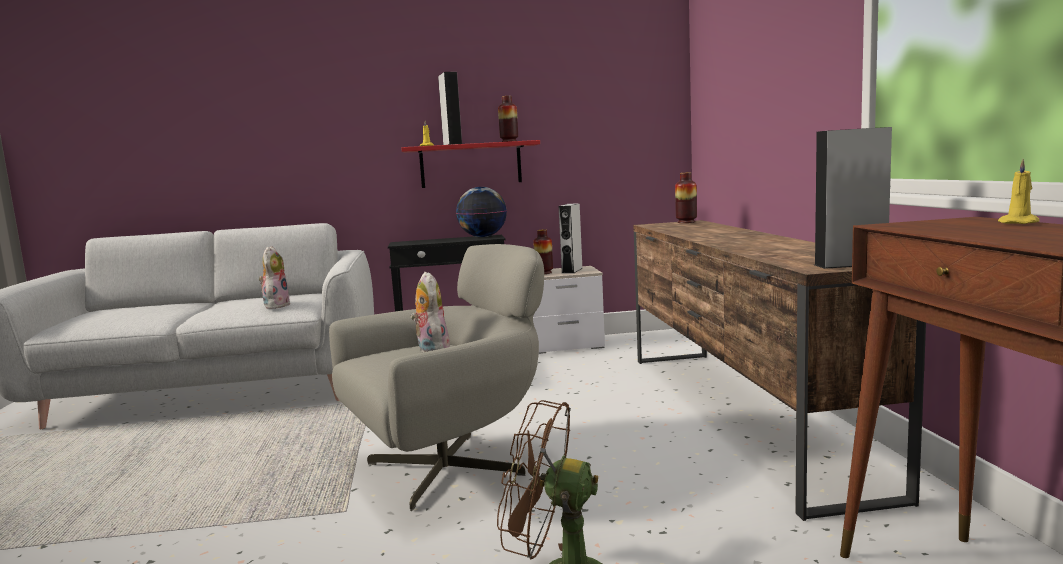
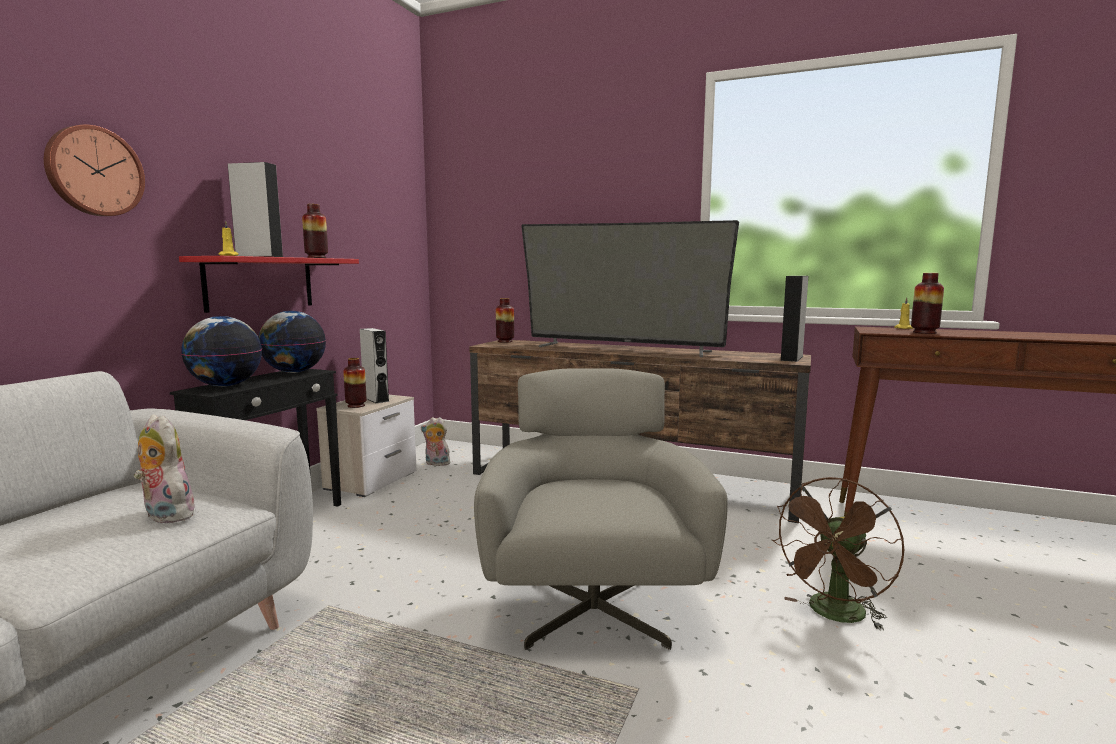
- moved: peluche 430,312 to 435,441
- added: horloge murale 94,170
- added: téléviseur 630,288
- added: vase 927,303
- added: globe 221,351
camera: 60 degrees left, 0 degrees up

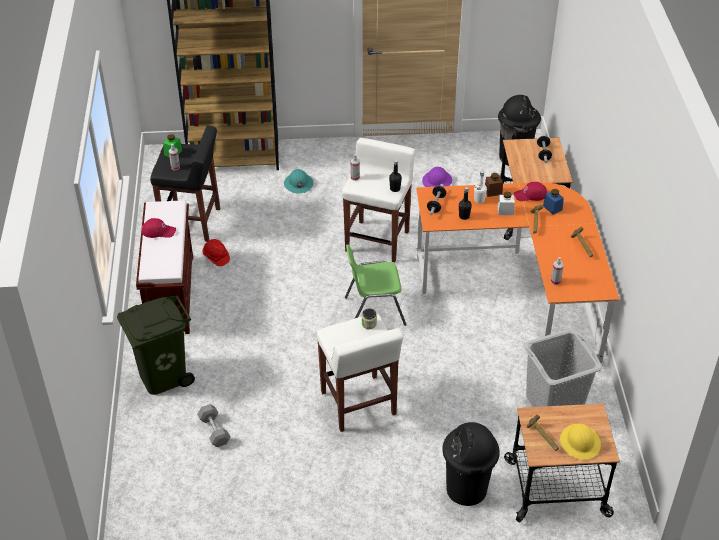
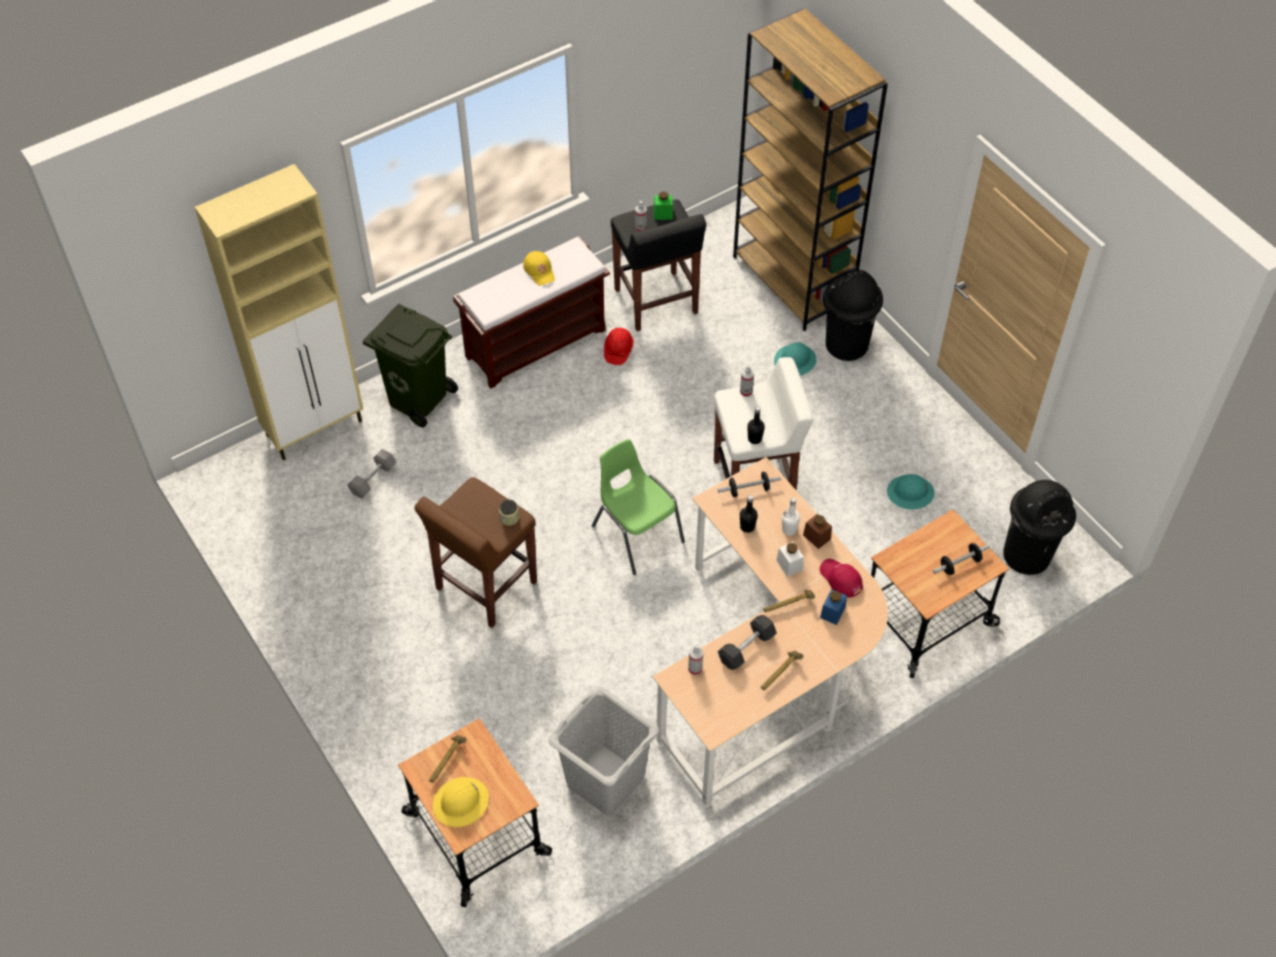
- recoloured: casque de chantier (violet) 437,177 to casque de chantier (turquoise) 911,491
- recoloured: bureau (orange) 518,273 to bureau (beige) 770,632
- recoloured: casquette (rouge) 159,228 to casquette (jaune) 539,268
- recoloured: tabouret (blanc) 360,372 to tabouret (marron) 475,552
- moved: poubelle (noir) 470,464 to 853,315
- added: meuble de rangement (beige) 279,312
- added: haltère (gris) 747,642
camera: 60 degrees right, 10 degrees up

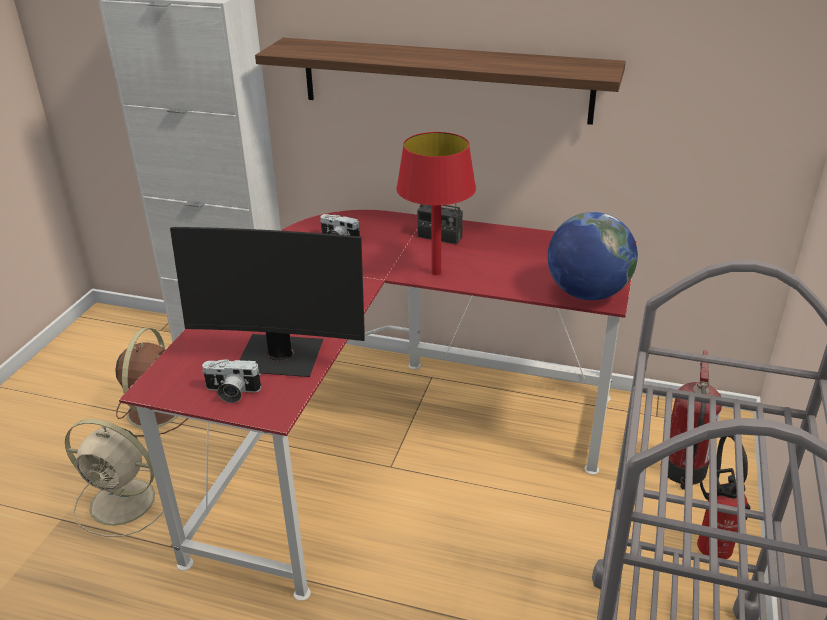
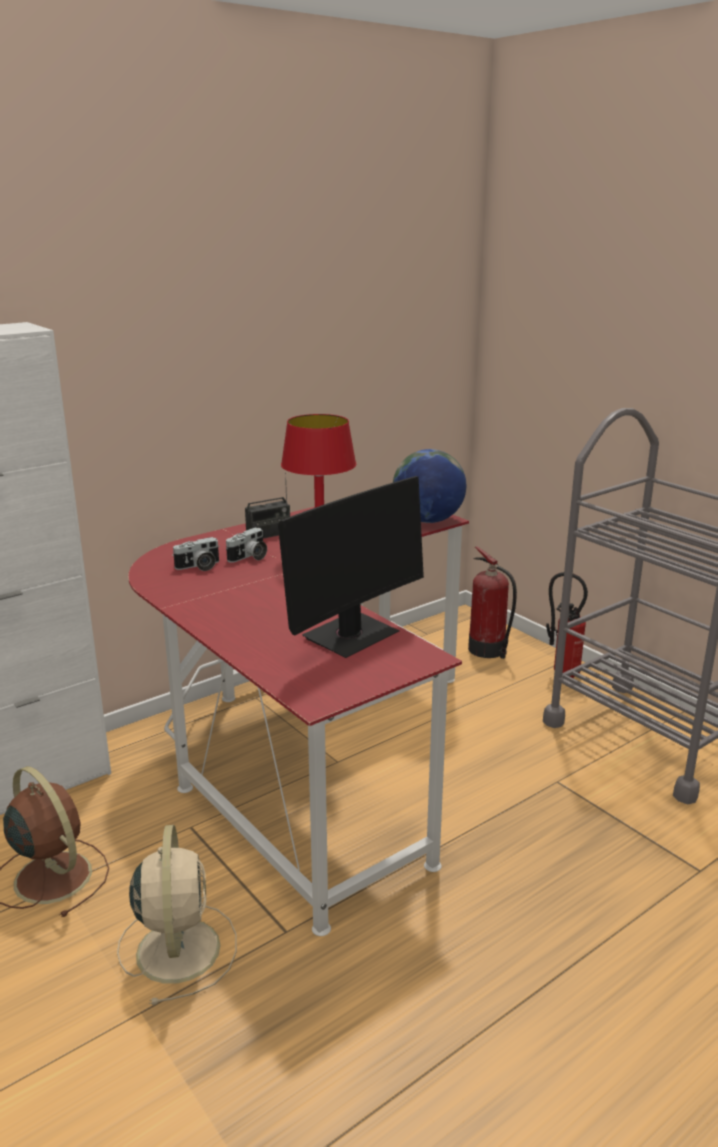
- removed: étagère 440,81
- moved: appareil photo 231,381 to 246,545
- turned: ventilateur (beige) 114,478 = 177,915 60 degrees counterclockwise
camera: 55 degrees left, 10 degrees down

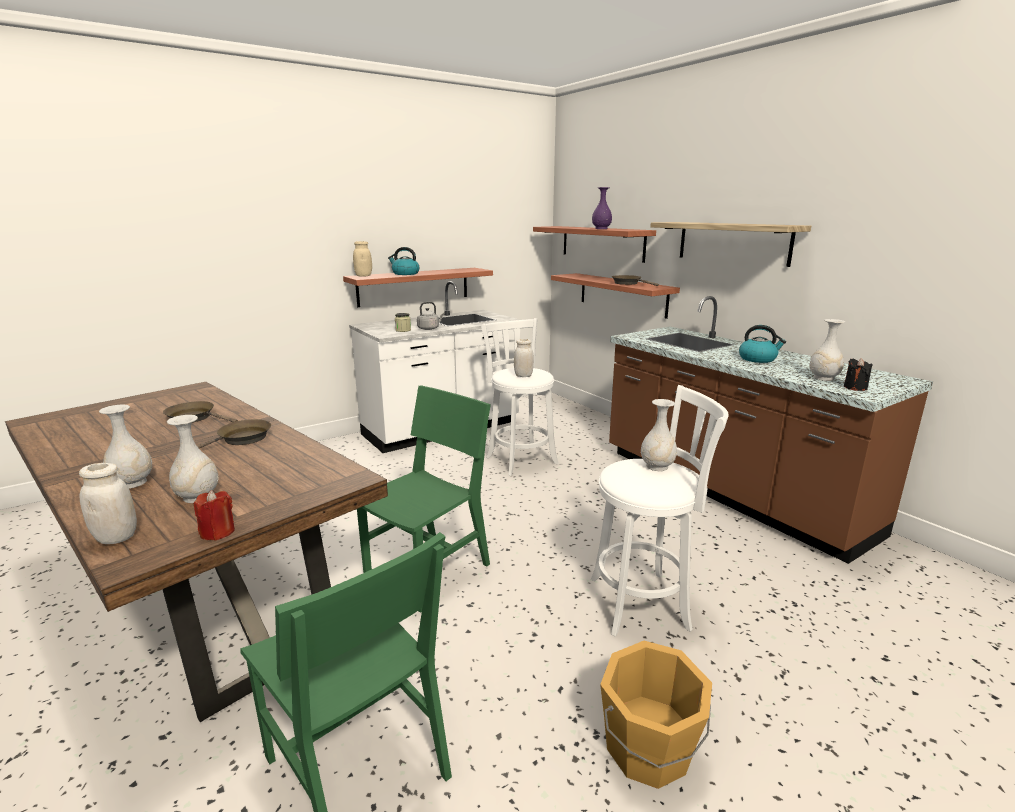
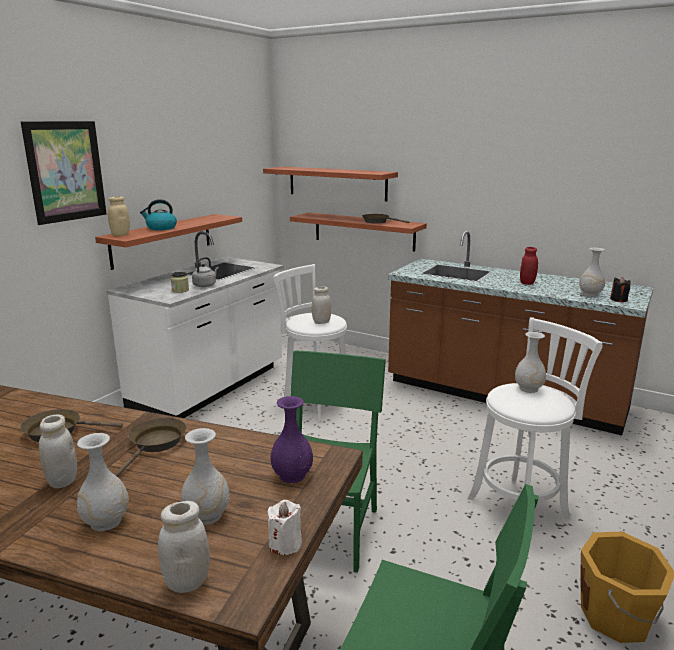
- moved: vase (violet) 602,208 to 292,439
- removed: étagère 730,244
- replaced: bouilloire 762,344 to bocal (rouge) 529,266
- recoloured: bougie (rouge) 214,515 to bougie (blanc) 284,527
- added: tableau 64,173
- added: bocal (blanc) 58,451
camera: 25 degrees left, 0 degrees up

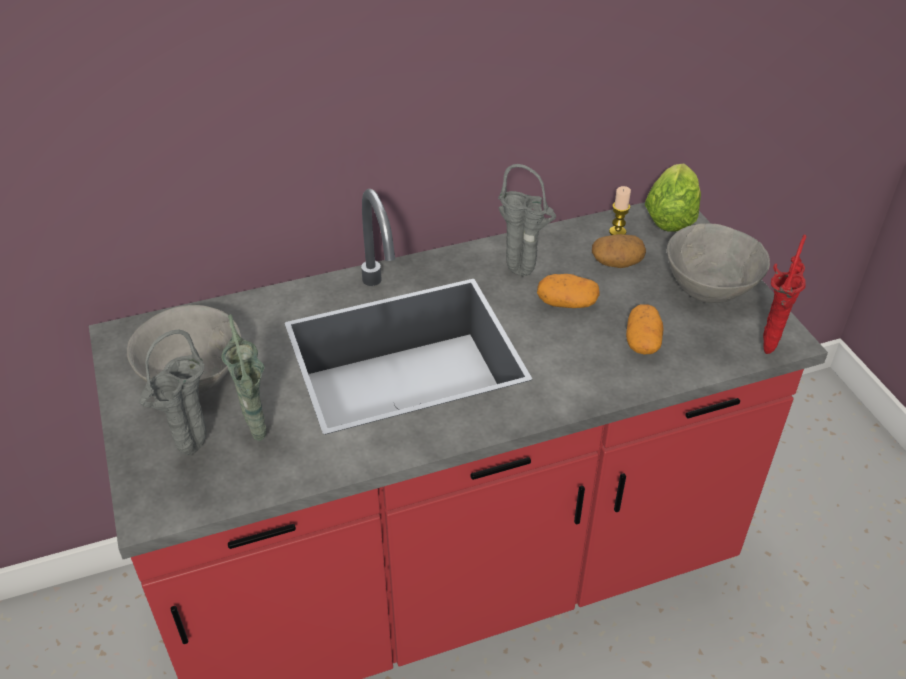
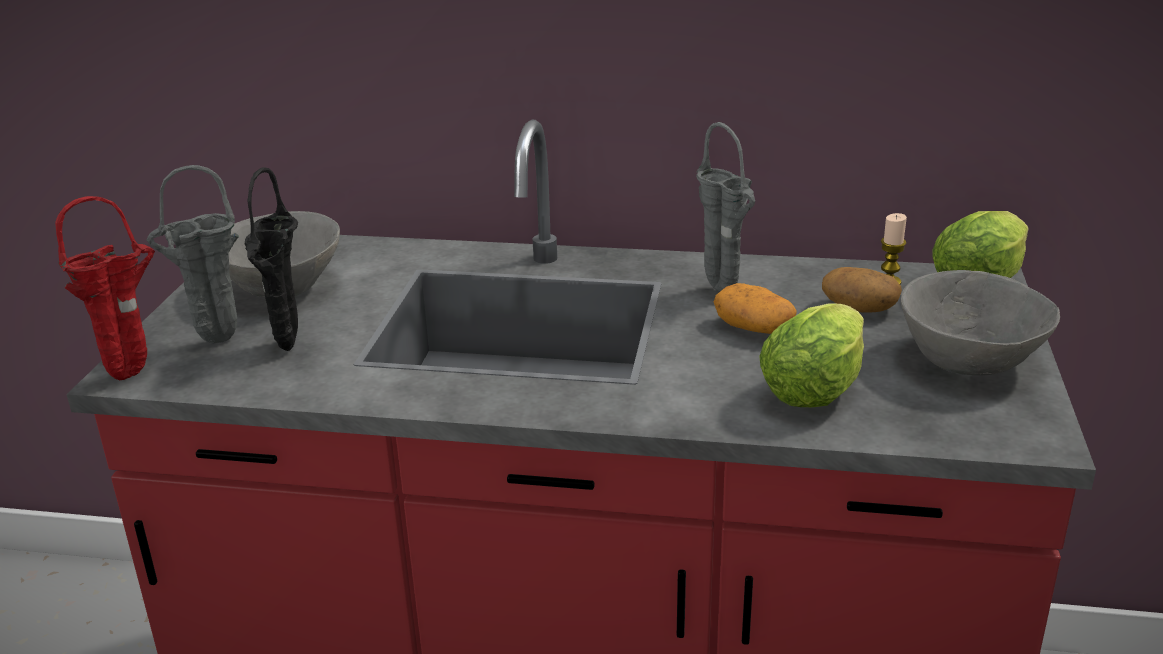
- moved: vase (rouge) 784,294 to 105,288
- replaced: pomme de terre 644,329 to laitue 811,355
- recoloured: vase (vert) 243,377 to vase (noir) 271,259
camera: 30 degrees right, 15 degrees down

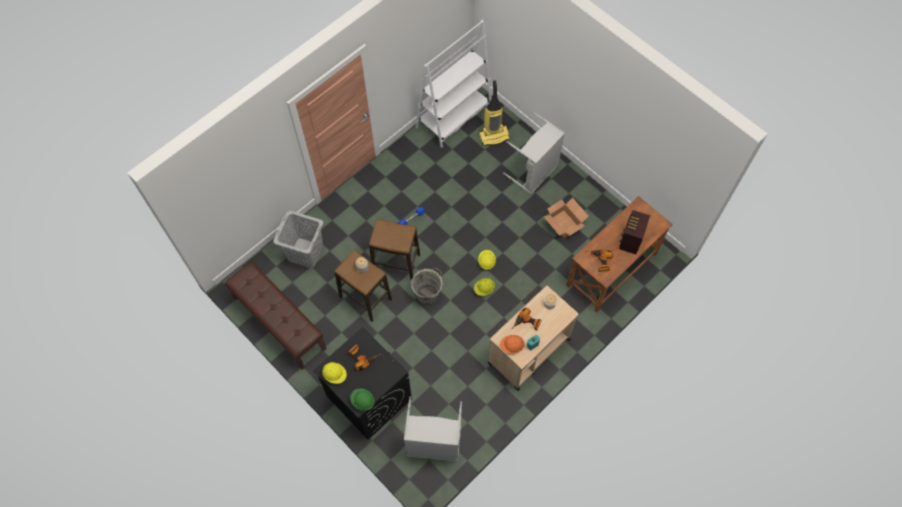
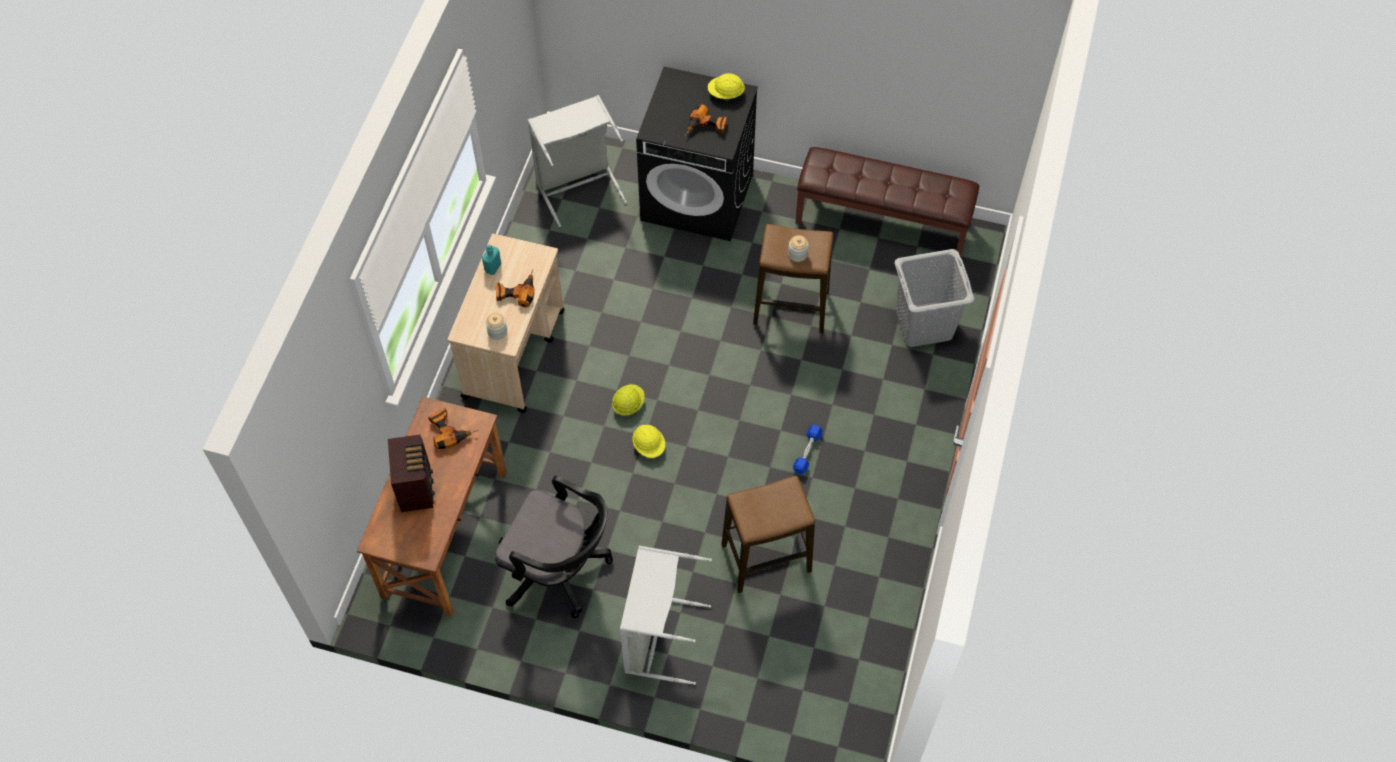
- removed: bibliothèque (blanc) 454,84
- removed: aspirateur 494,113
- replaced: carton 566,218 to chaise de bureau (noir) 554,547
- moved: tabouret 394,249 to 768,534
- removed: seau (gris) 427,286
- removed: casque de chantier (orange) 512,344
- removed: casque de chantier (vert) 362,399
camera: 150 degrees right, 5 degrees down

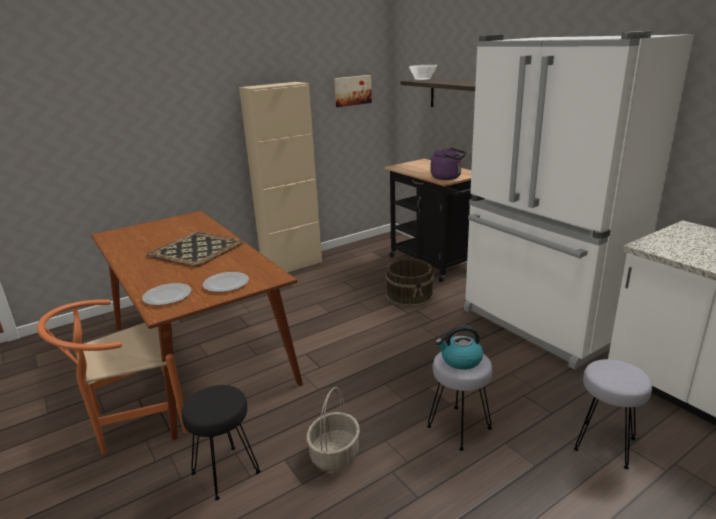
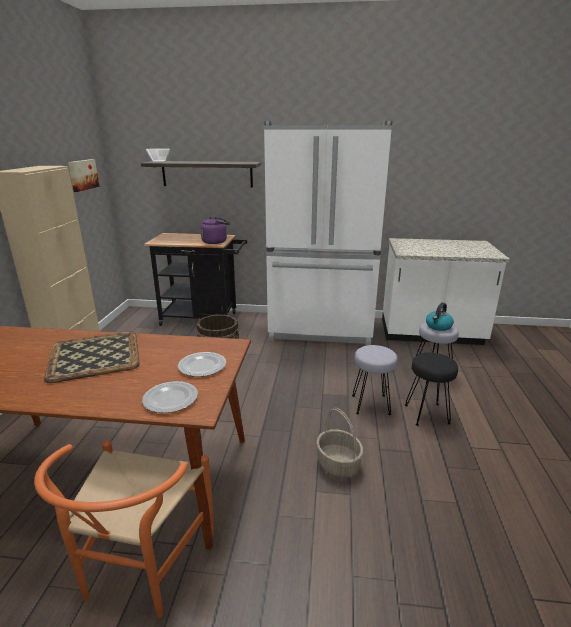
- moved: bouilloire 459,348 to 440,317
- moved: tabouret (noir) 221,442 to 431,389
camera: 50 degrees left, 0 degrees up

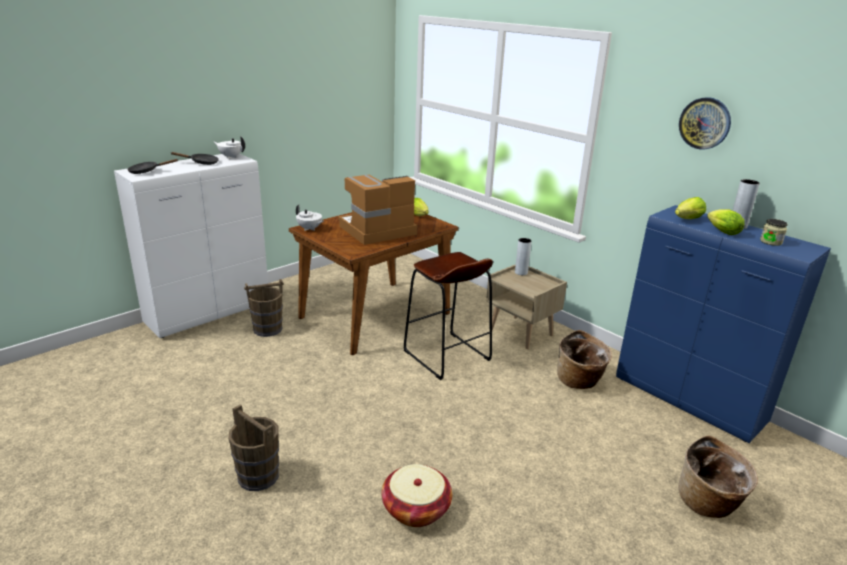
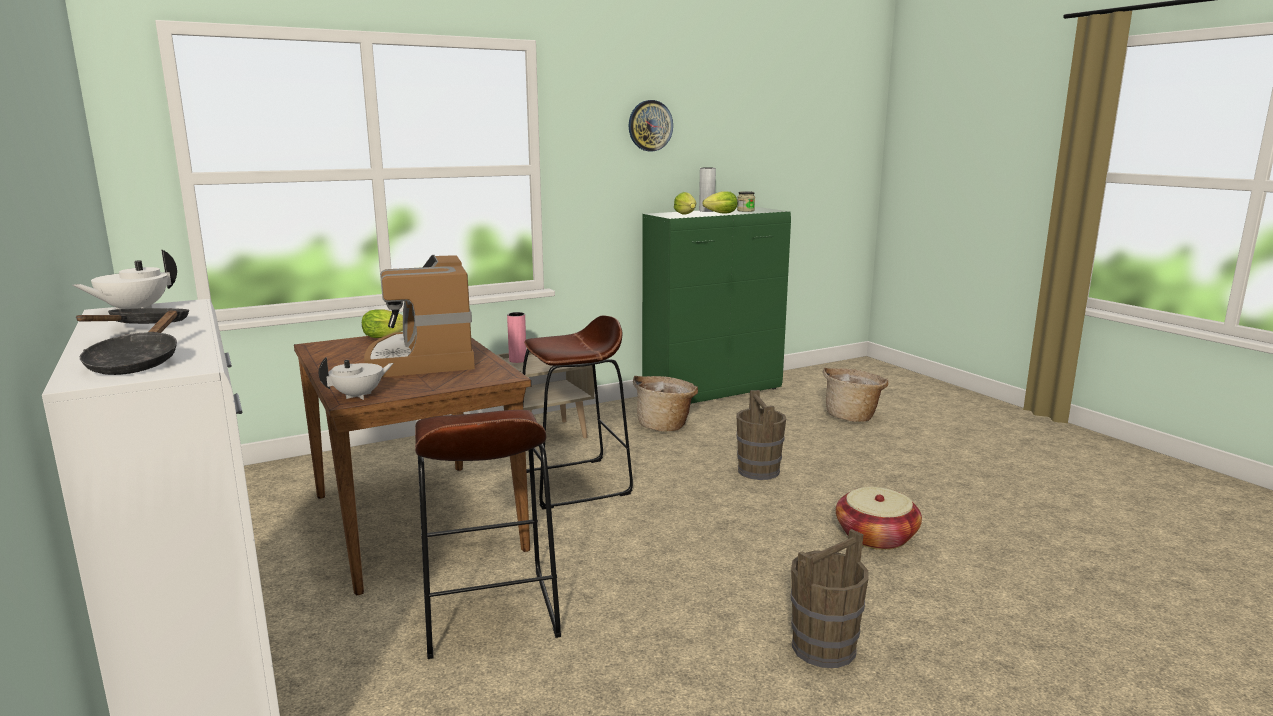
- recoloured: meuble de rangement (bleu) 723,324 to meuble de rangement (vert) 716,305
- recoloured: vase (gris) 523,256 to vase (rose) 517,337
- moved: seau (marron) 264,308 to 761,435
- added: tabouret (marron) 488,534
camera: 75 degrees left, 10 degrees down

